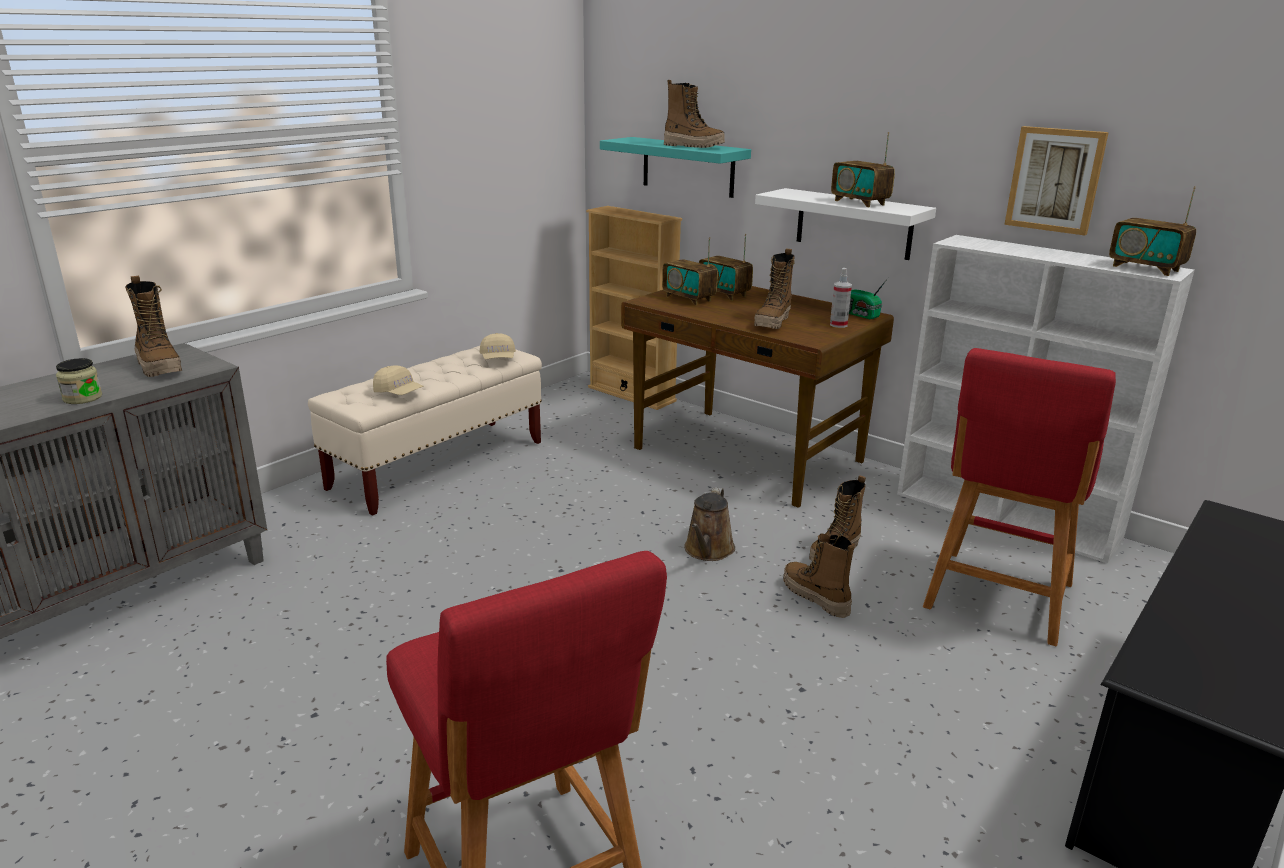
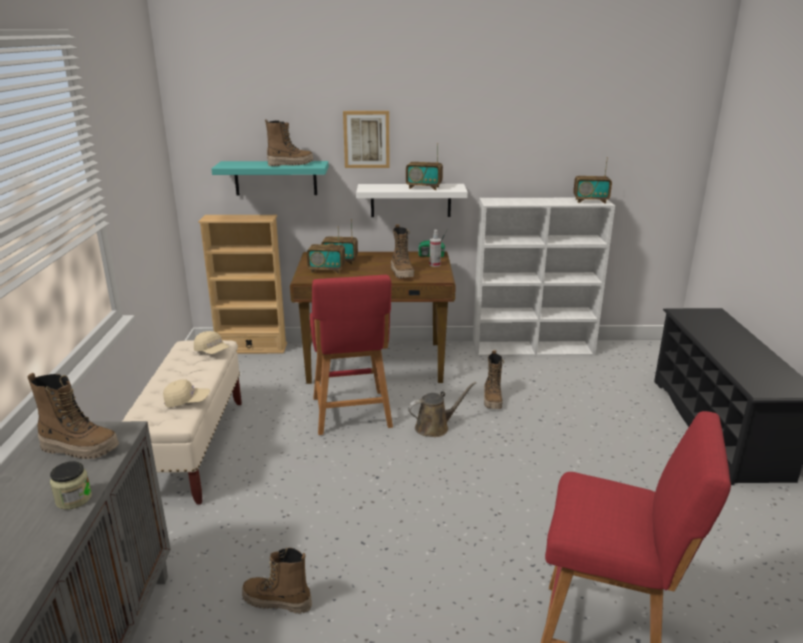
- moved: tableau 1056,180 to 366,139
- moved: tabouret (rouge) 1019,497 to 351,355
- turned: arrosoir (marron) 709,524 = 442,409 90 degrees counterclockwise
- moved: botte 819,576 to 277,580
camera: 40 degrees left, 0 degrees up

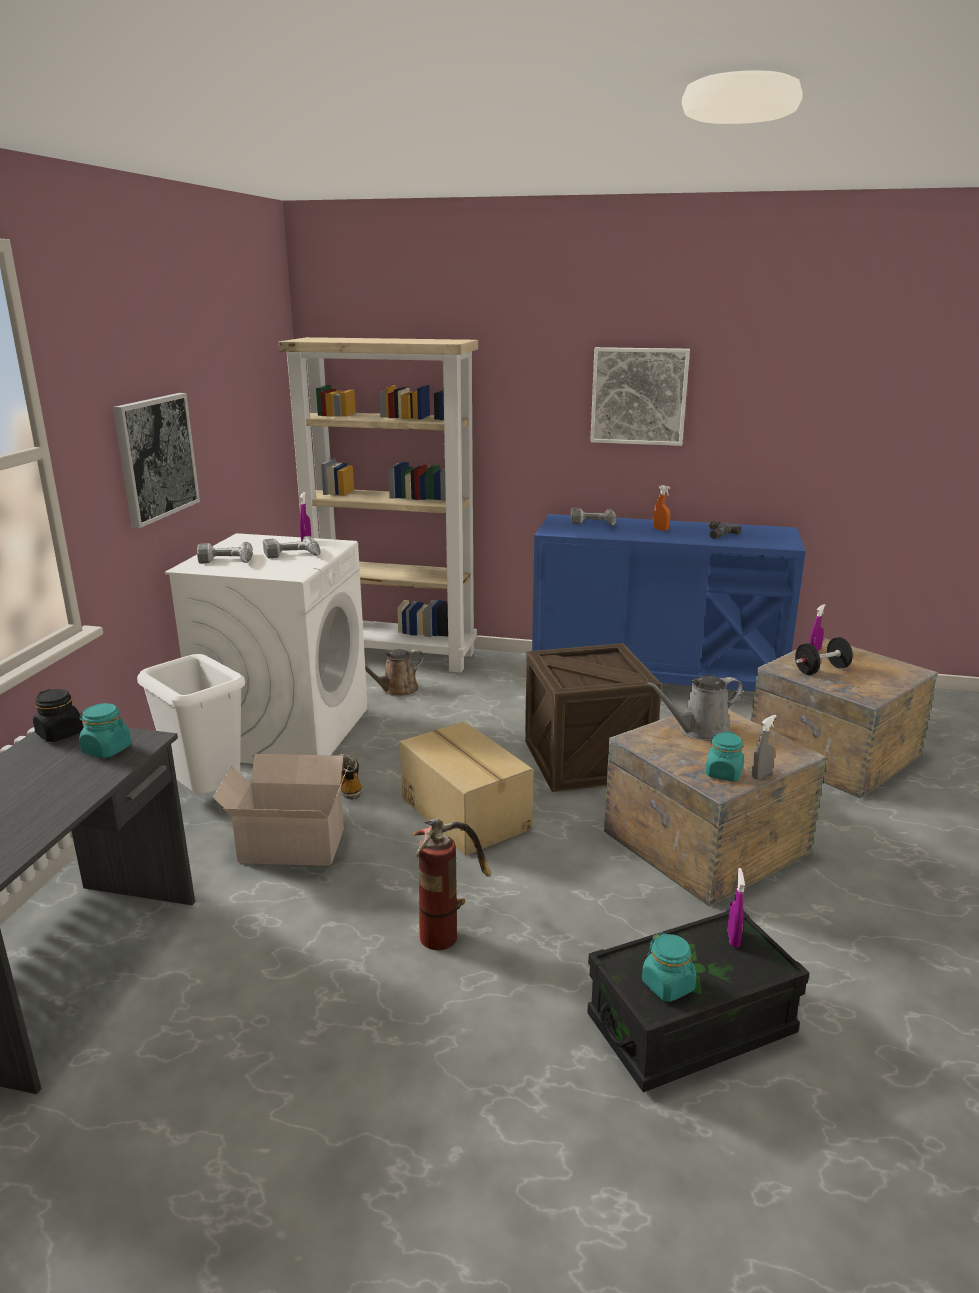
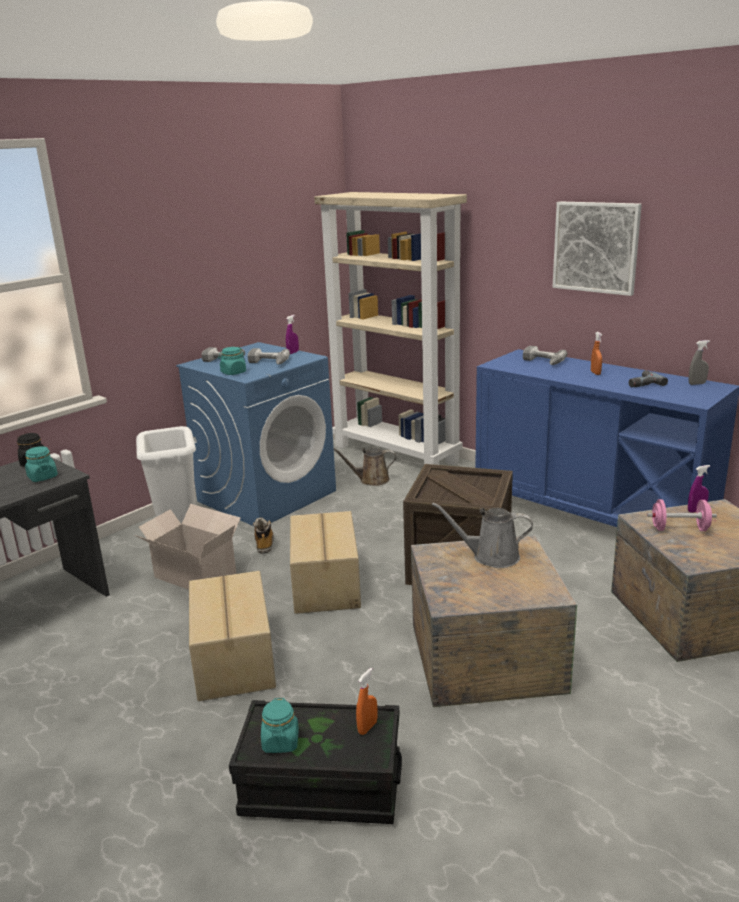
- removed: tableau 156,460
- recoloured: lave-linge (blanc) 266,648 to lave-linge (bleu) 256,434
- recoloured: haltère (noir) 824,656 to haltère (rose) 682,515
- moved: vaporisateur (gris) 764,747 to 699,362
- moved: bocal (turquoise) 724,756 to 232,361
- replaced: extincteur 451,884 to carton 232,636
- recoloured: vaporisateur (violet) 736,908 to vaporisateur (orange) 366,701
camera: 30 degrees right, 0 degrees up

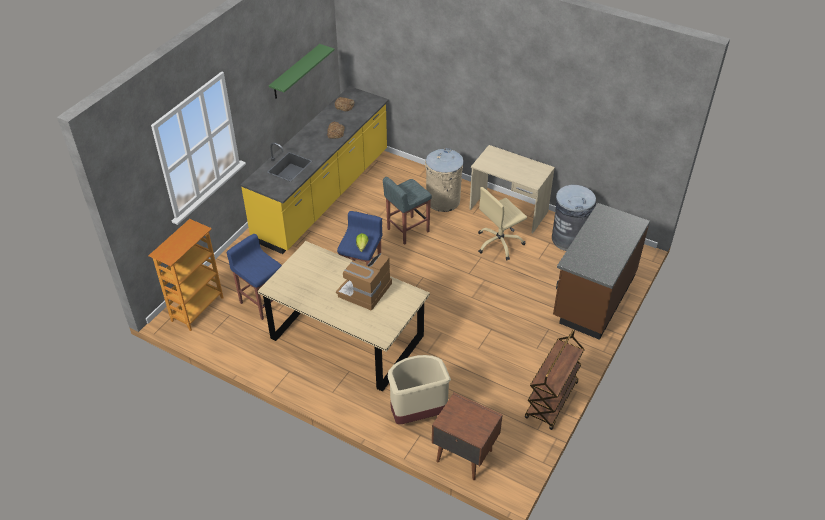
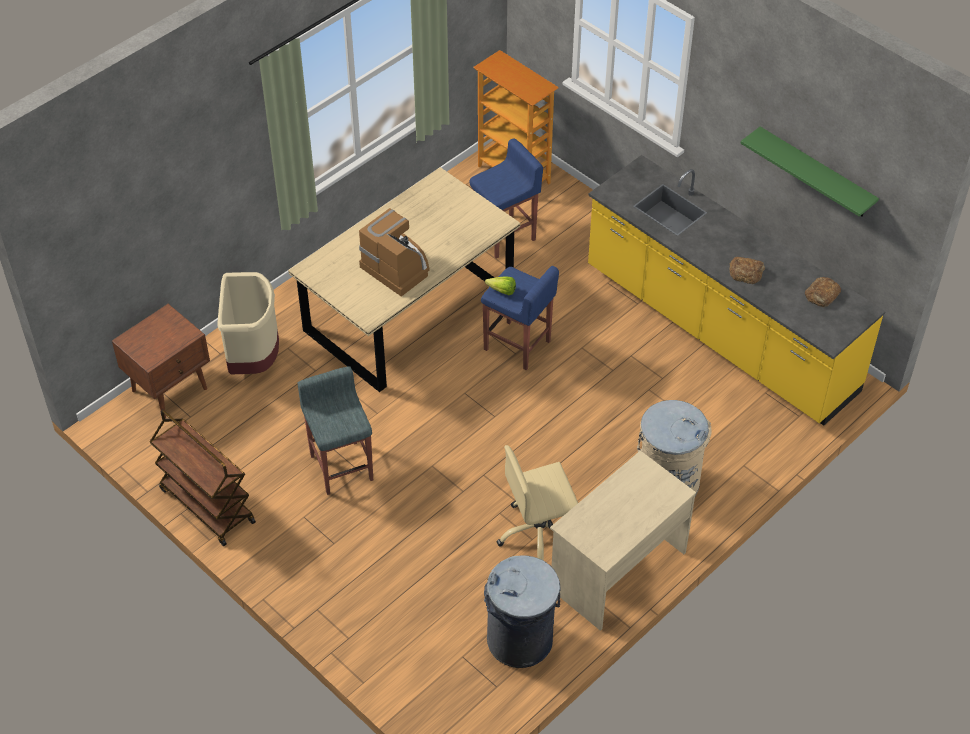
- moved: tabouret (gris) 407,211 to 335,430
- turned: chaise de bureau (beige) 502,223 = 537,503 90 degrees counterclockwise
- removed: comptoir de cuisine (marron) 601,271
camera: 105 degrees right, 5 degrees up

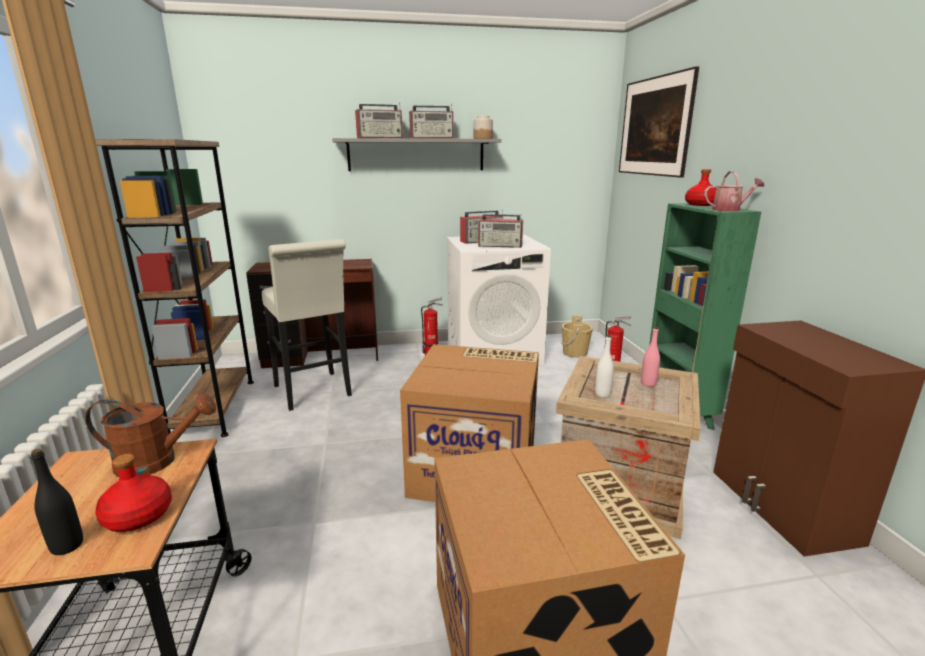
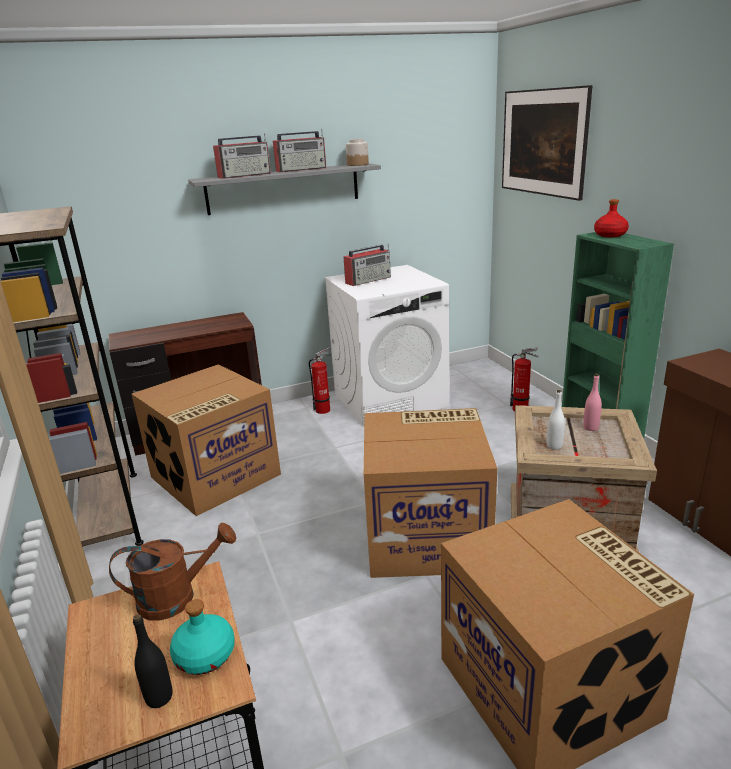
- removed: arrosoir 734,191
- removed: radio 500,231
- replaced: tabouret (blanc) 307,325 to carton 206,440
- removed: seau (beige) 577,336
- recoloured: bouteille (rouge) 133,493 to bouteille (turquoise) 202,637
camera: 10 degrees left, 5 degrees up

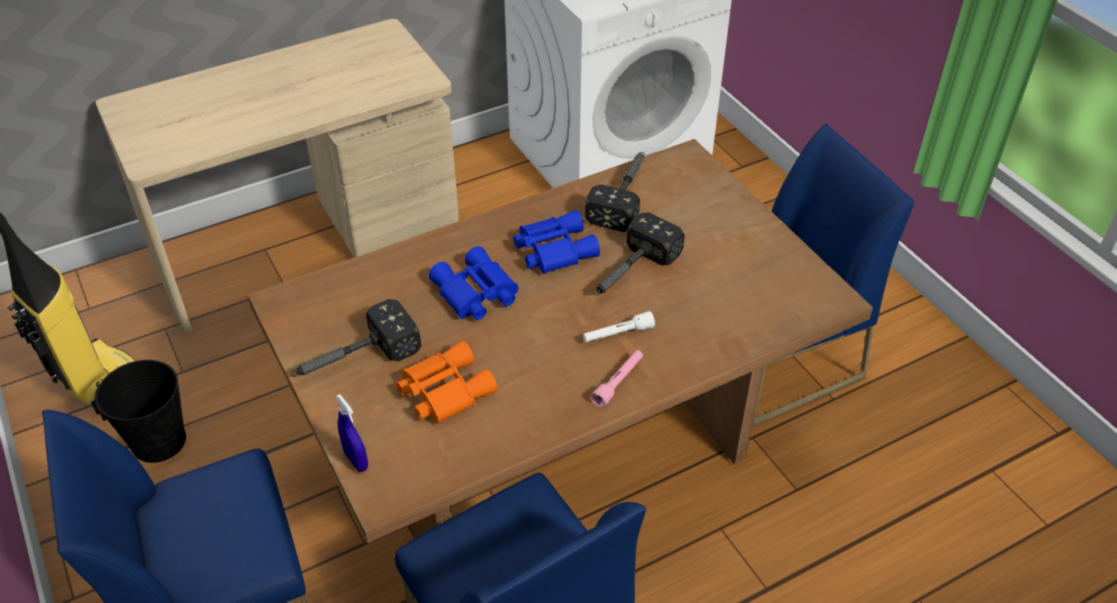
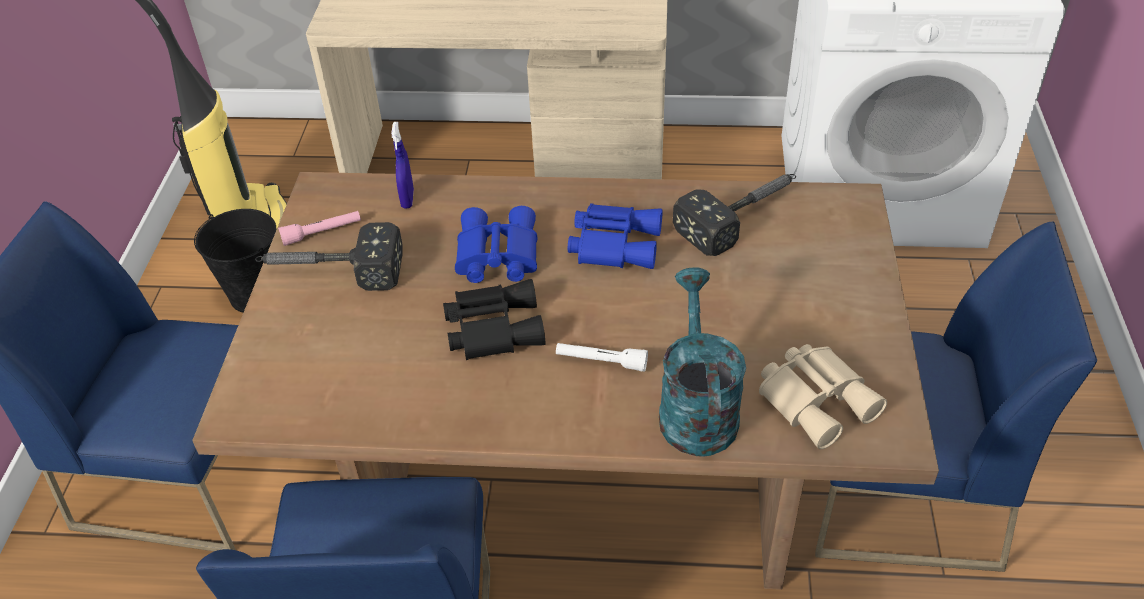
- removed: marteau 639,253
- removed: jumelles (orange) 447,382
- moved: lampe de poche (rose) 616,379 to 319,228
- moved: vaporisateur (bleu) 351,433 to 402,165
- added: arrosoir (turquoise) 702,362
- added: jumelles (noir) 494,319
- added: jumelles (beige) 823,396
camera: 35 degrees right, 0 degrees up

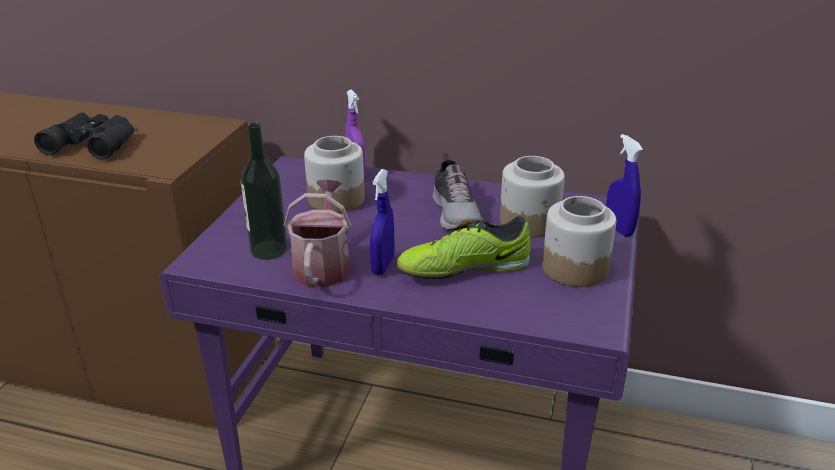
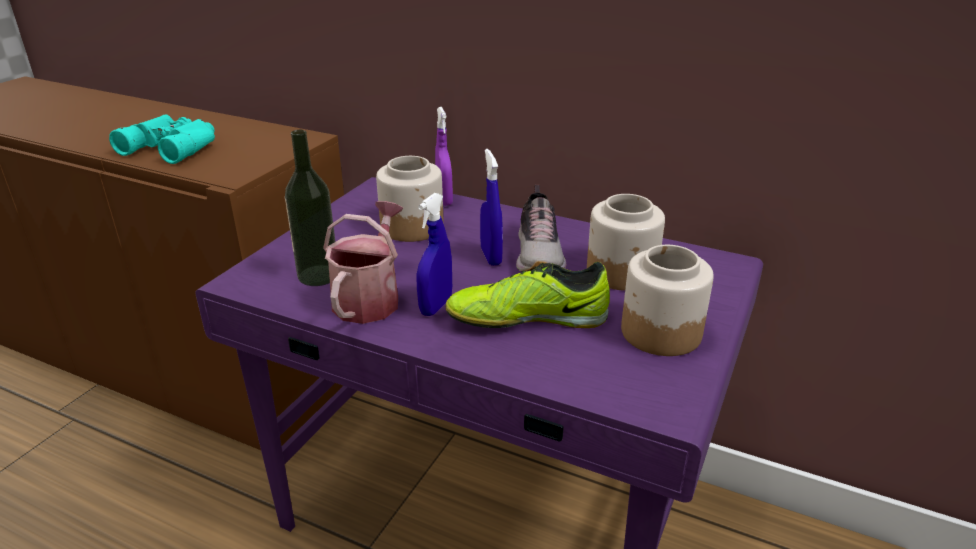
- recoloured: jumelles (noir) 84,136 to jumelles (turquoise) 162,139
- moved: vaporisateur (bleu) 624,185 to 491,207
camera: 10 degrees right, 0 degrees up

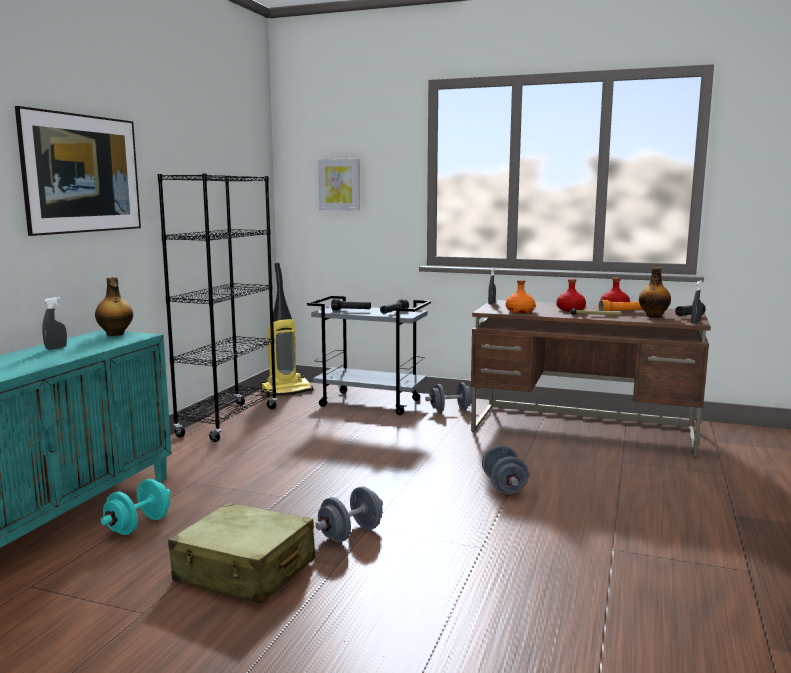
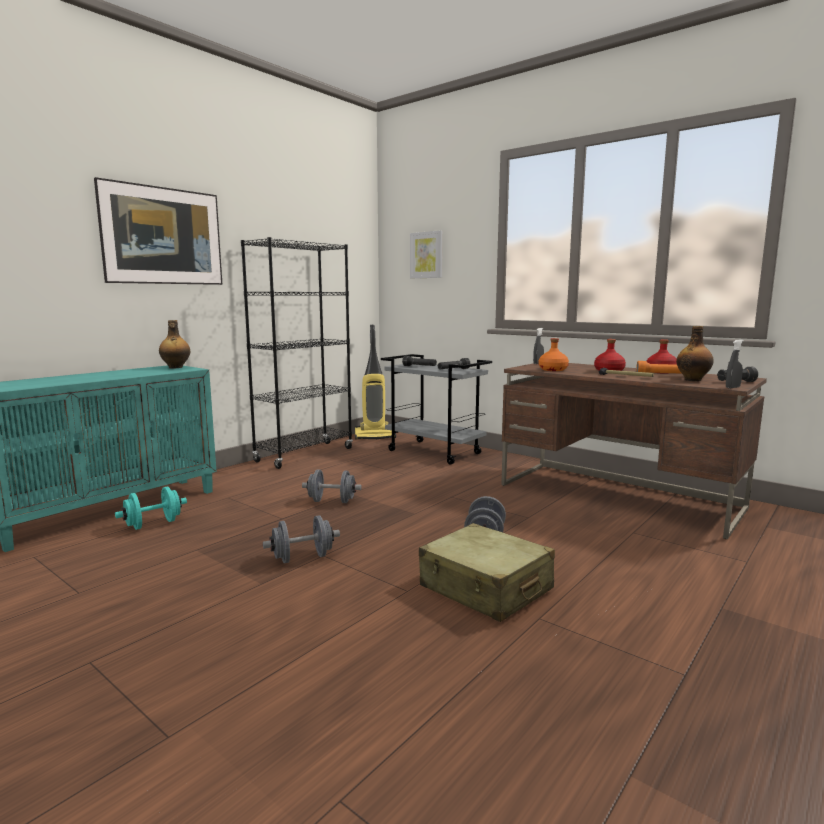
- removed: vaporisateur (gris) 54,323
- moved: haltère (gris) 448,397 to 332,486
- moved: valise (beige) 241,553 to 487,572
camera: 20 degrees right, 0 degrees up

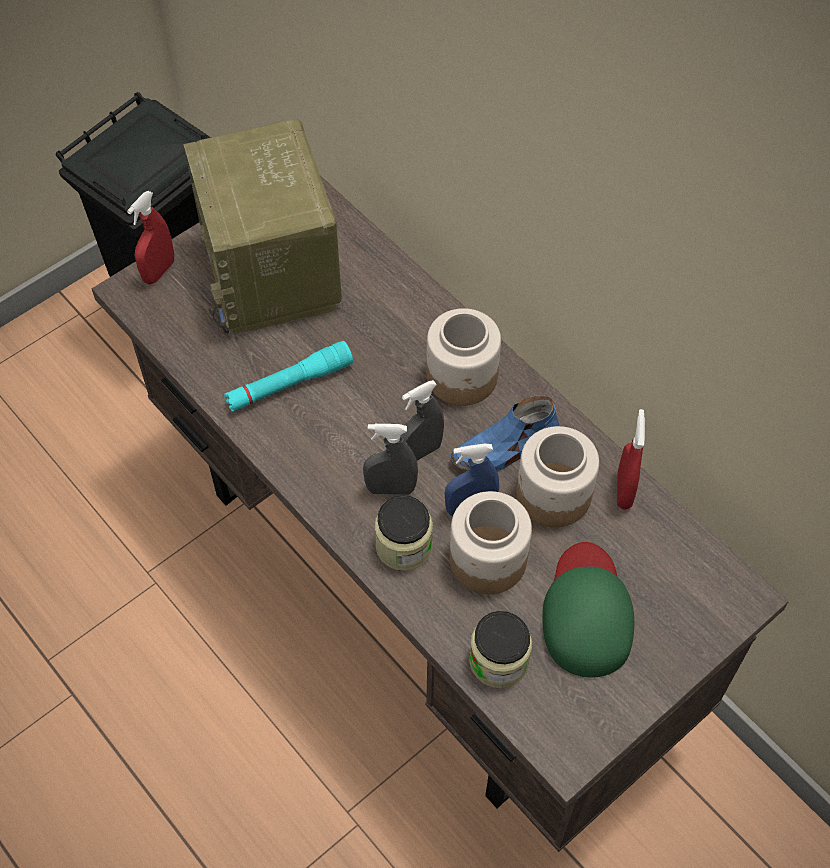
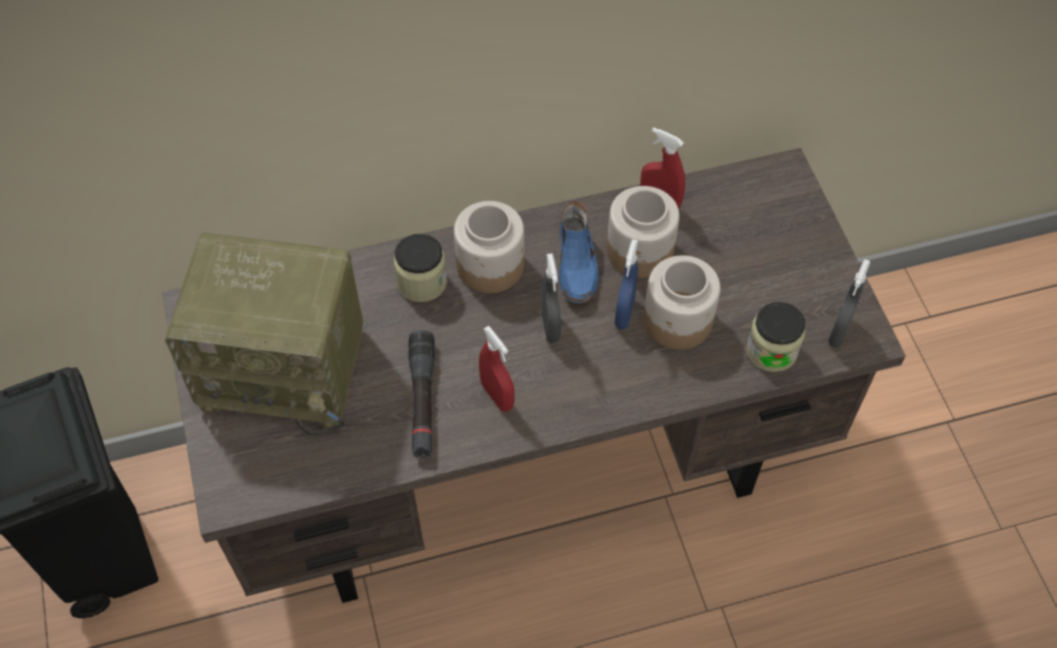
- moved: vaporisateur (rouge) 150,237 to 497,369
- recoloured: lampe de poche (turquoise) 288,376 to lampe de poche (noir) 422,394
- moved: vaporisateur (gris) 390,459 to 849,303
- moved: bocal 404,533 to 420,268
- removed: casquette (vert) 588,610
camera: 65 degrees left, 0 degrees up

